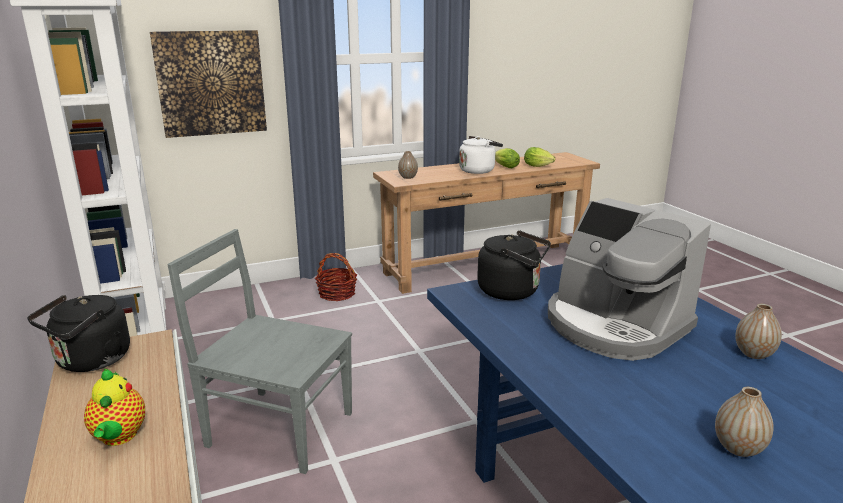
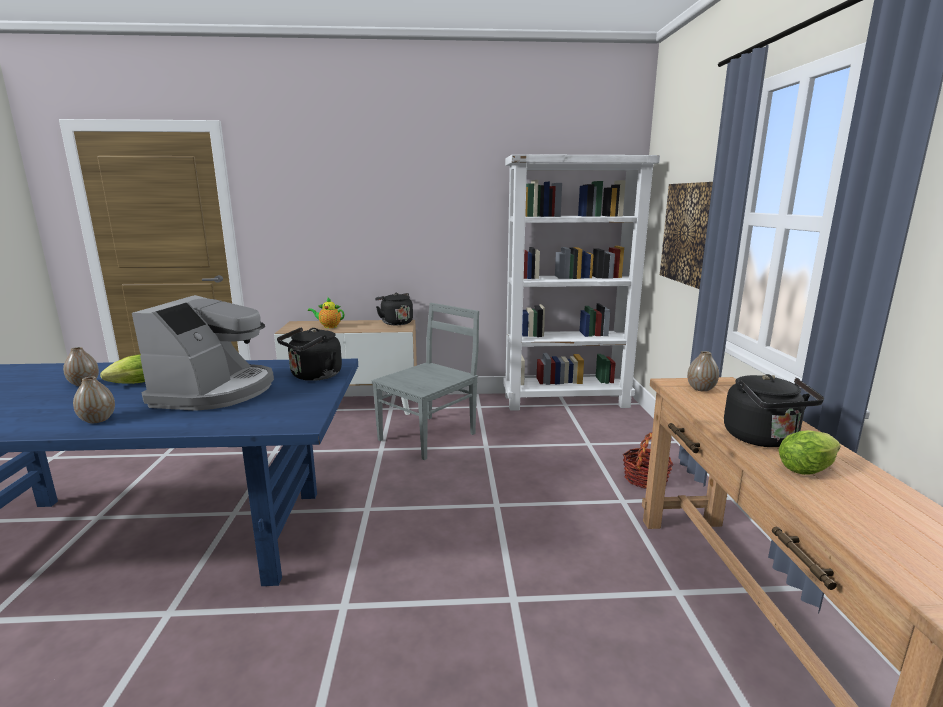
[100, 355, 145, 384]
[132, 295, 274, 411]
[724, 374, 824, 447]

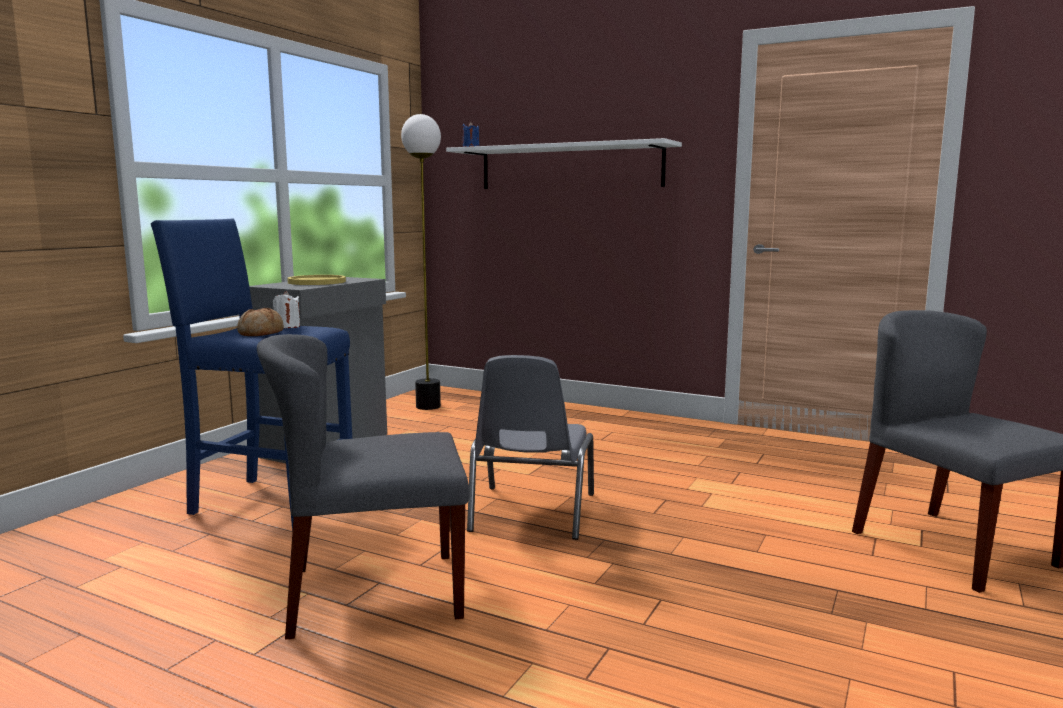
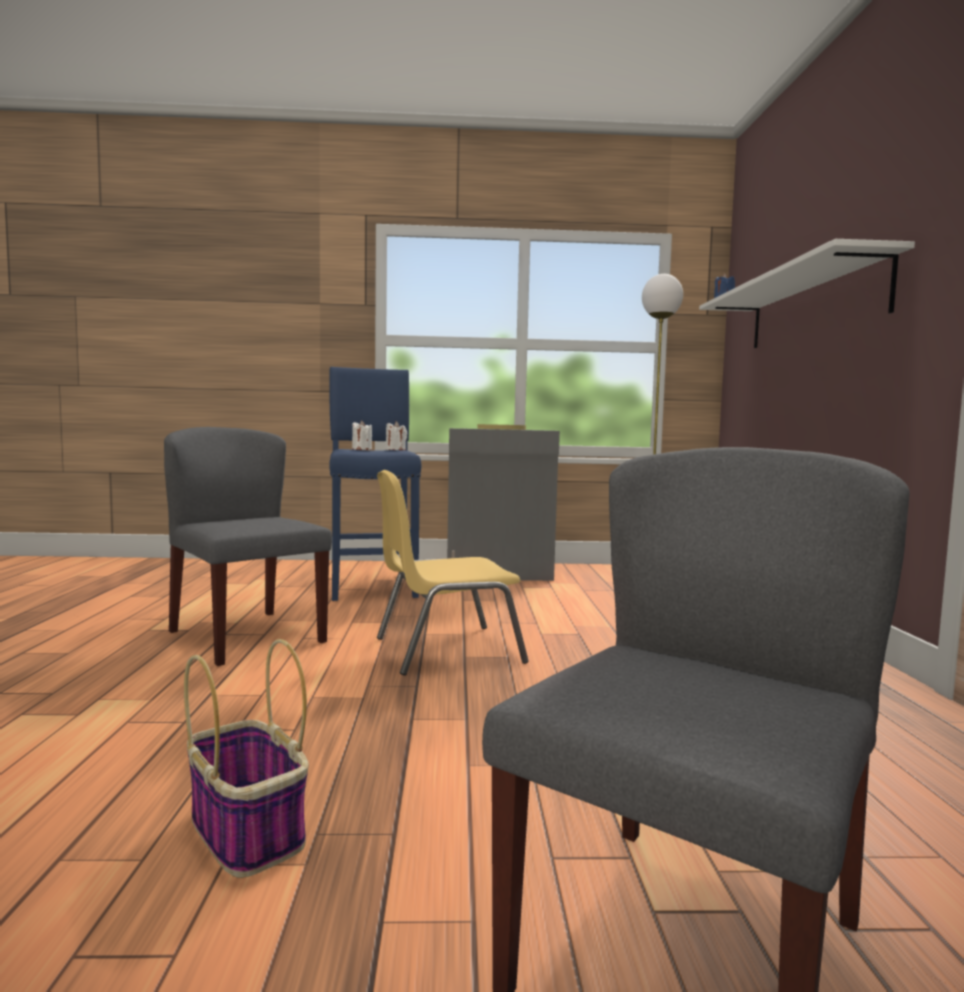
[184, 639, 309, 878]
[352, 420, 372, 450]
[377, 470, 529, 675]

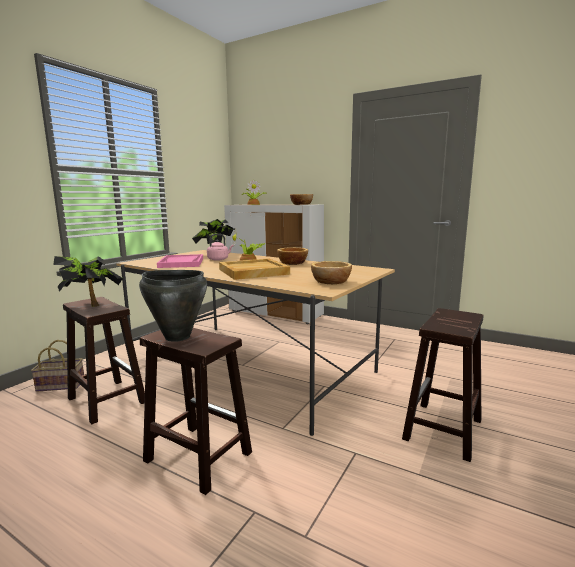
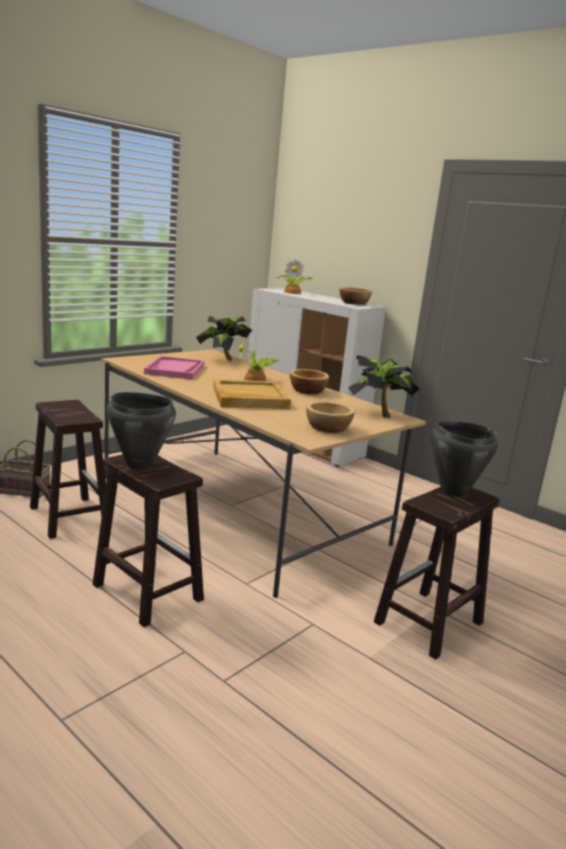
[349, 355, 420, 418]
[431, 421, 498, 497]
[207, 234, 234, 261] (first image)

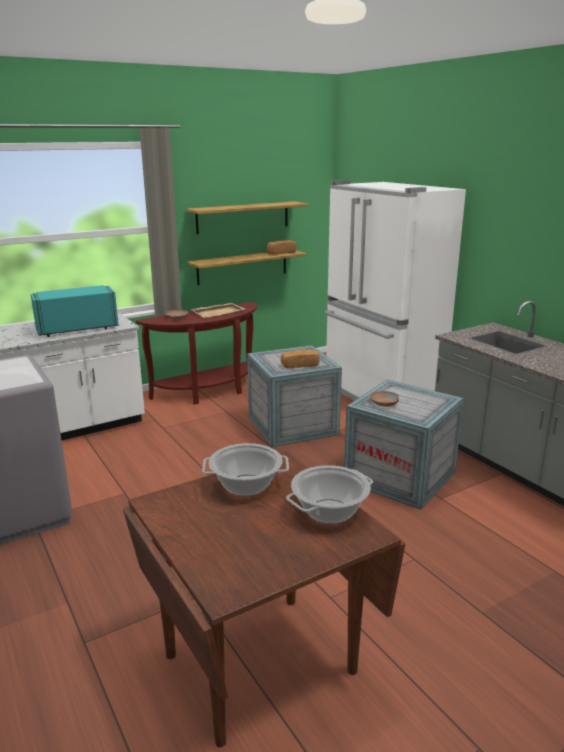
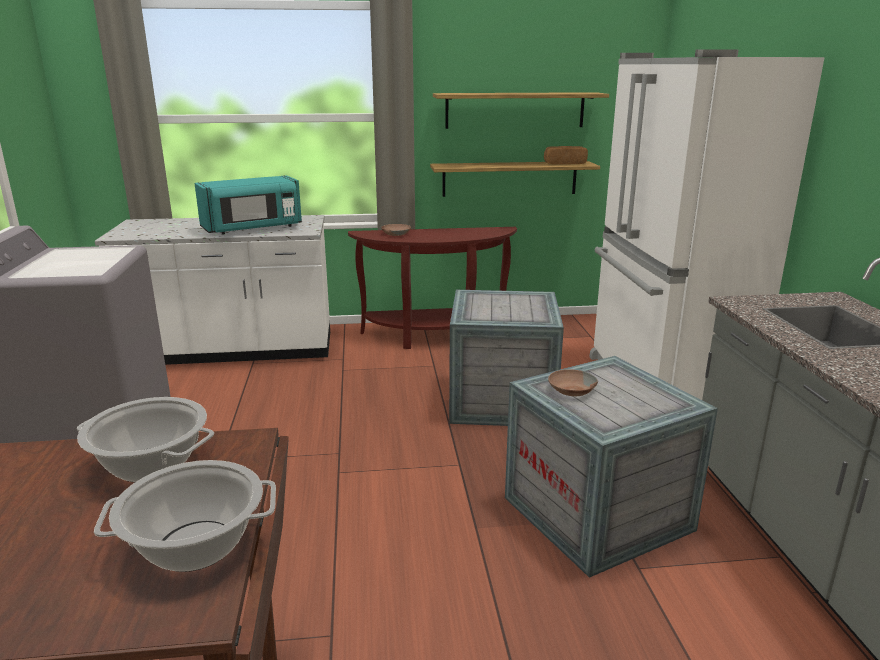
[194, 175, 302, 235]
[191, 303, 245, 318] (first image)
[281, 350, 320, 368] (first image)

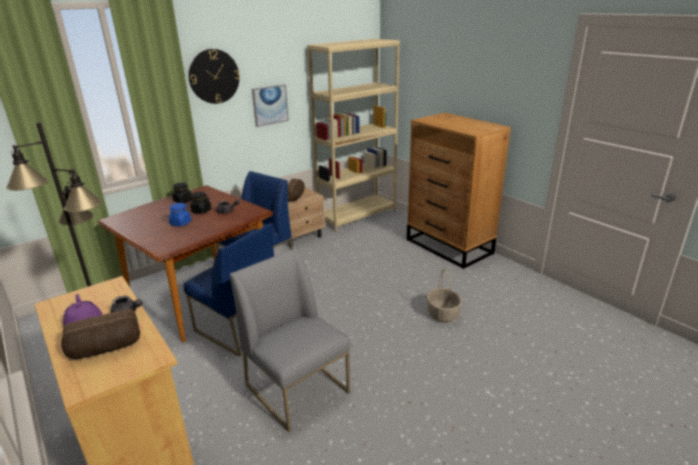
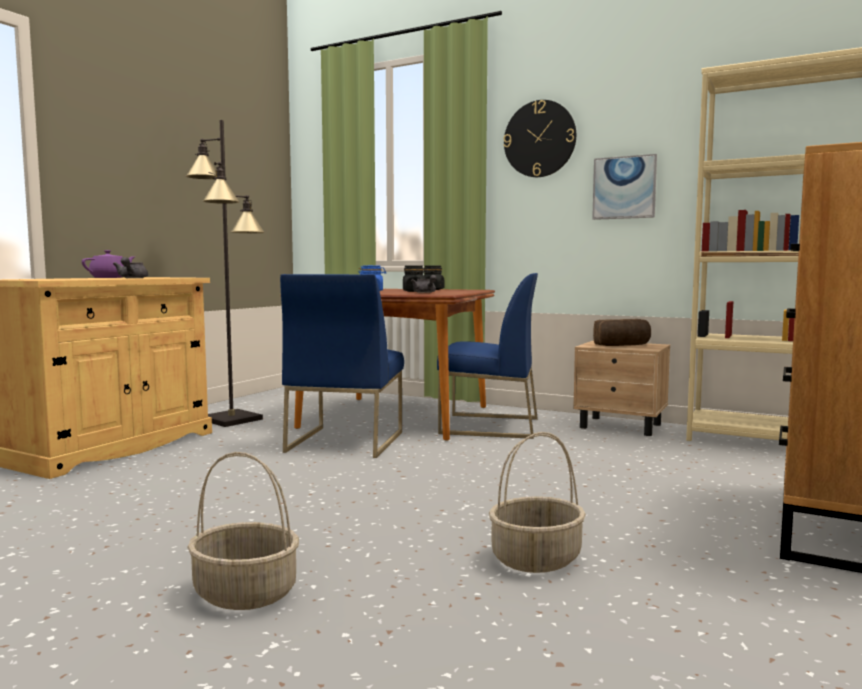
[187, 452, 299, 610]
[61, 309, 140, 359] (first image)
[230, 248, 350, 432] (first image)

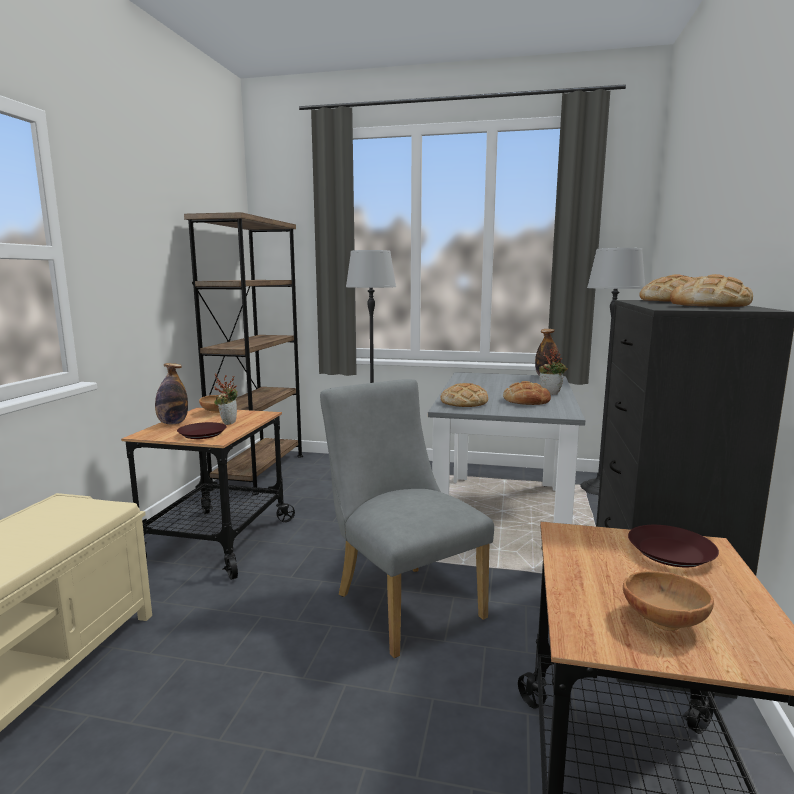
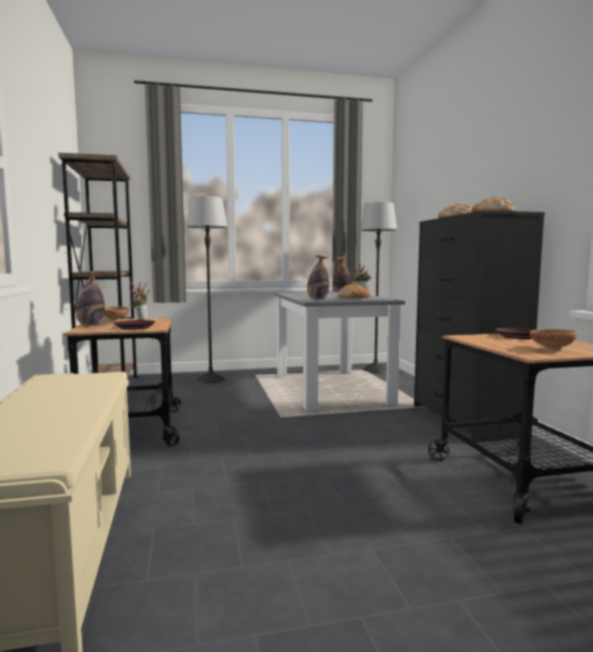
[307, 256, 329, 300]
[320, 379, 494, 658] (first image)

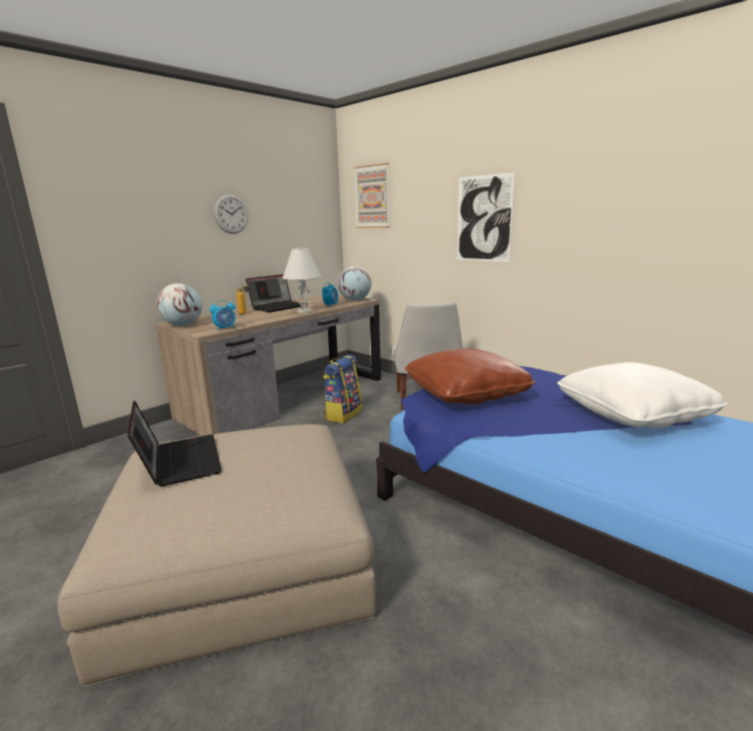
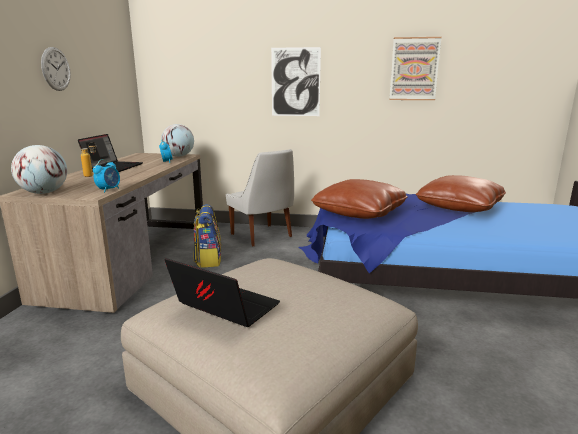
[389, 37, 442, 100]
[416, 175, 506, 212]
[282, 247, 322, 314] (first image)

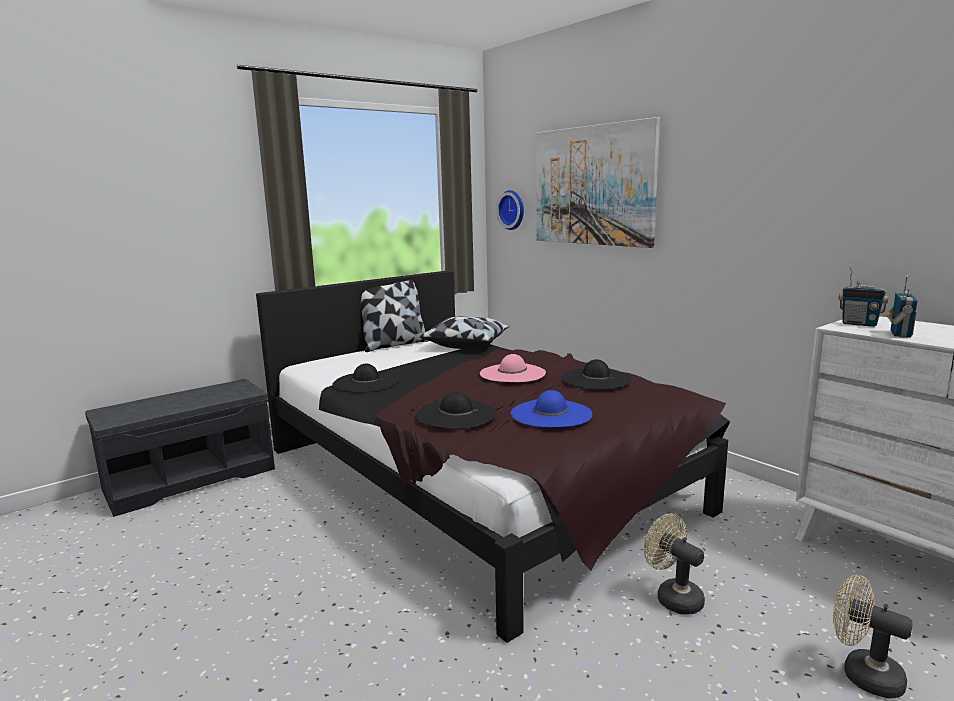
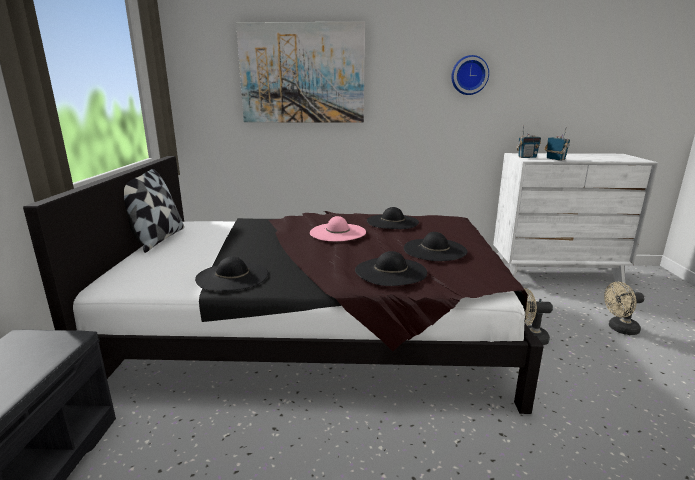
[404, 232, 467, 261]
[451, 55, 489, 95]
[420, 316, 510, 349] (first image)

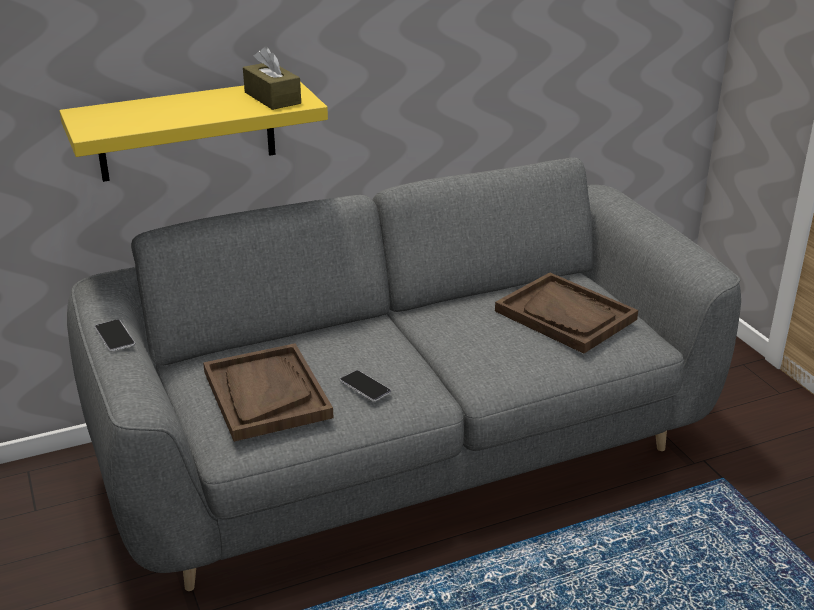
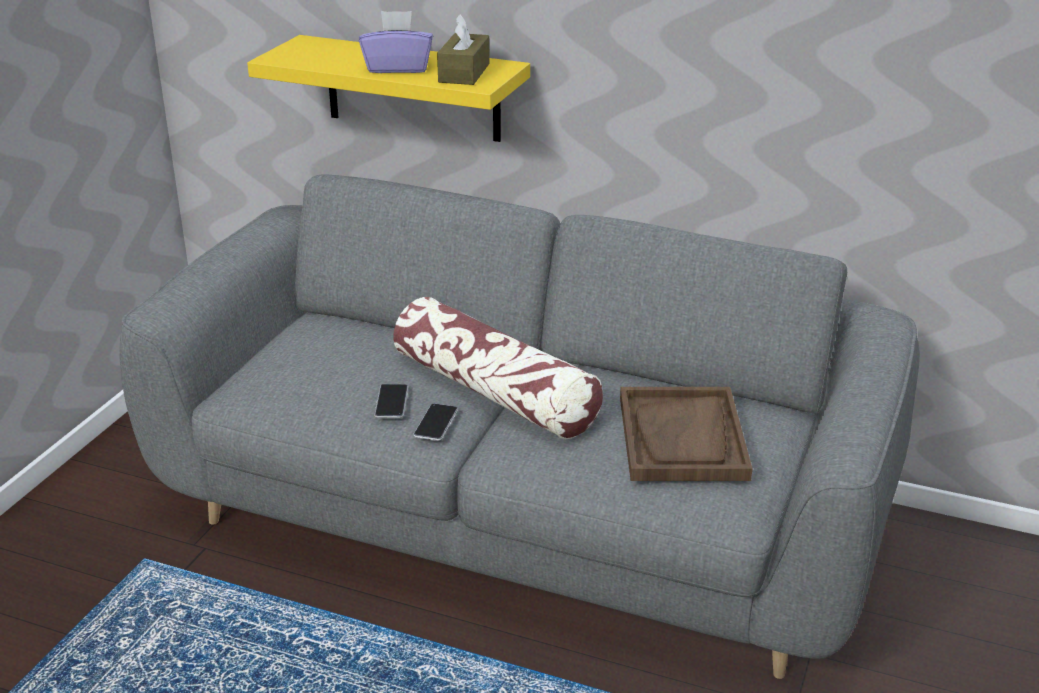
[359, 11, 433, 73]
[393, 297, 603, 439]
[413, 404, 458, 441]
[203, 343, 334, 442] (first image)

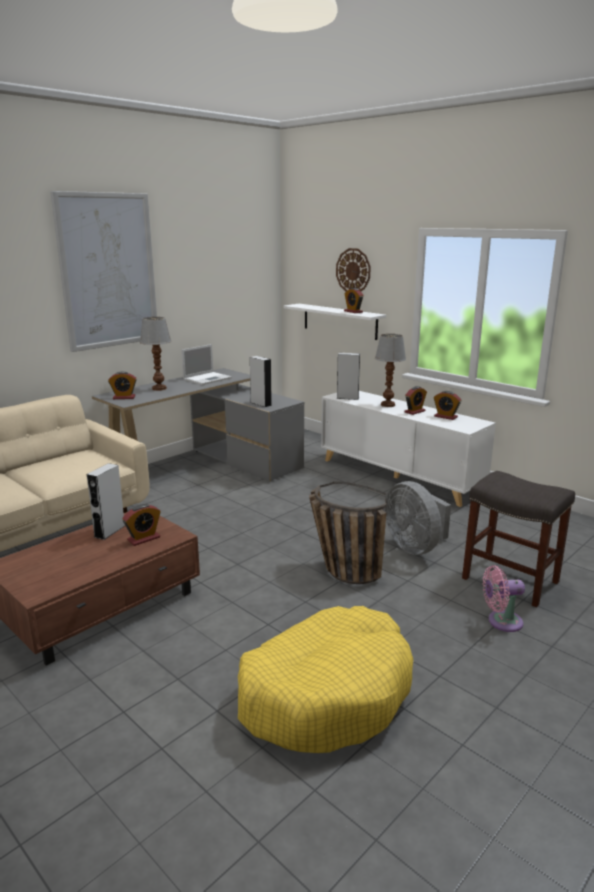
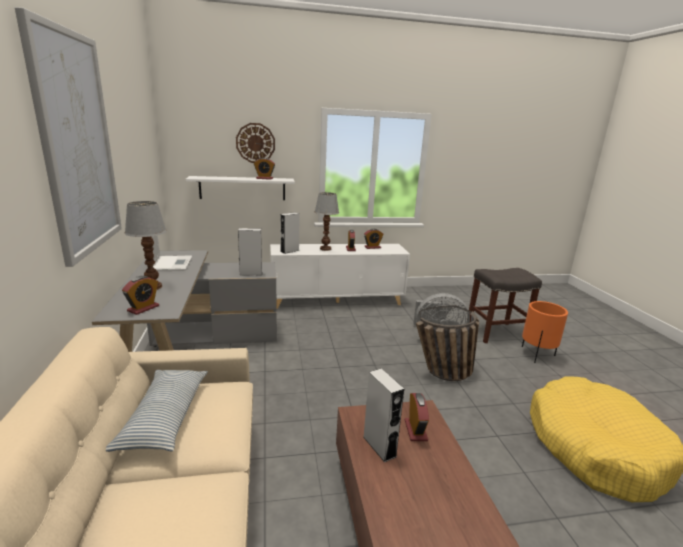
[106, 370, 208, 452]
[522, 301, 568, 363]

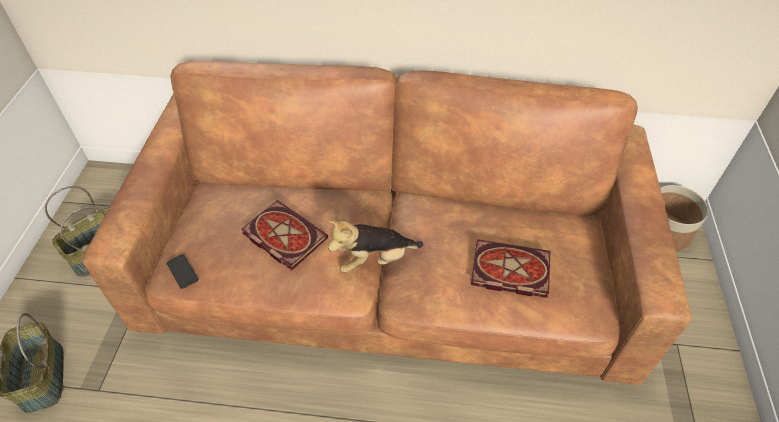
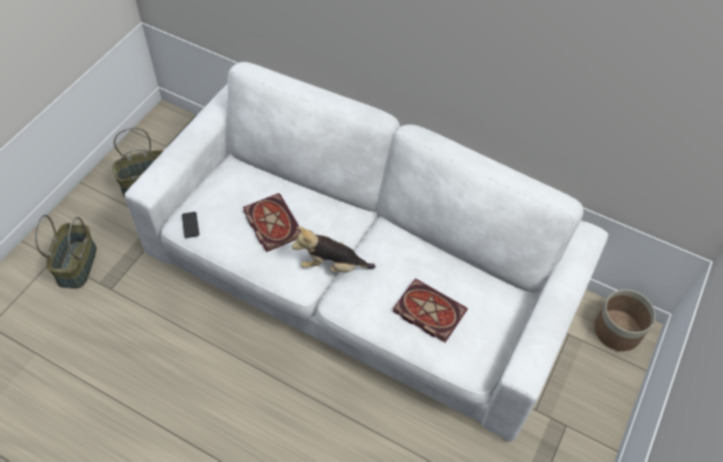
[124, 62, 608, 442]

